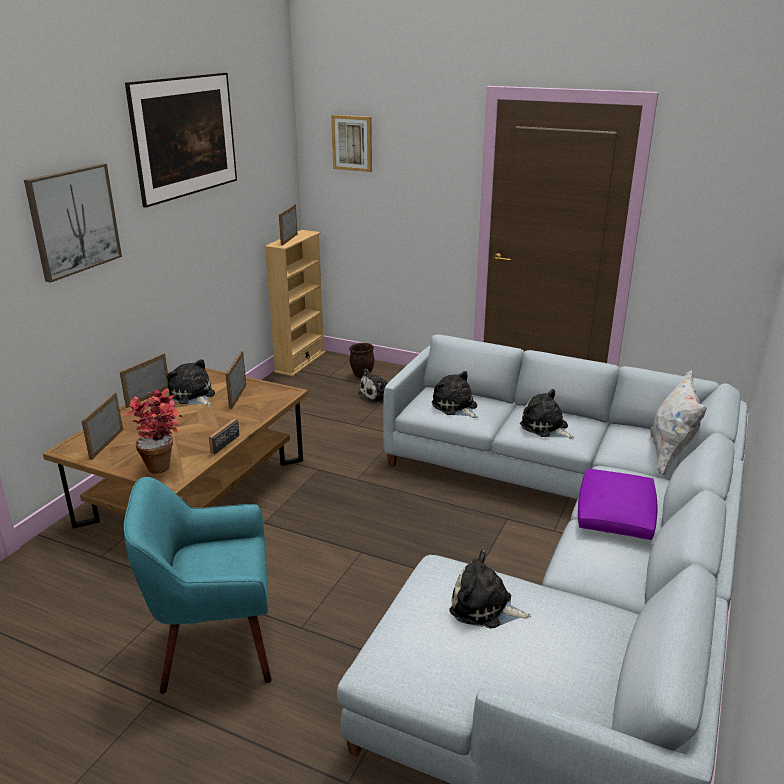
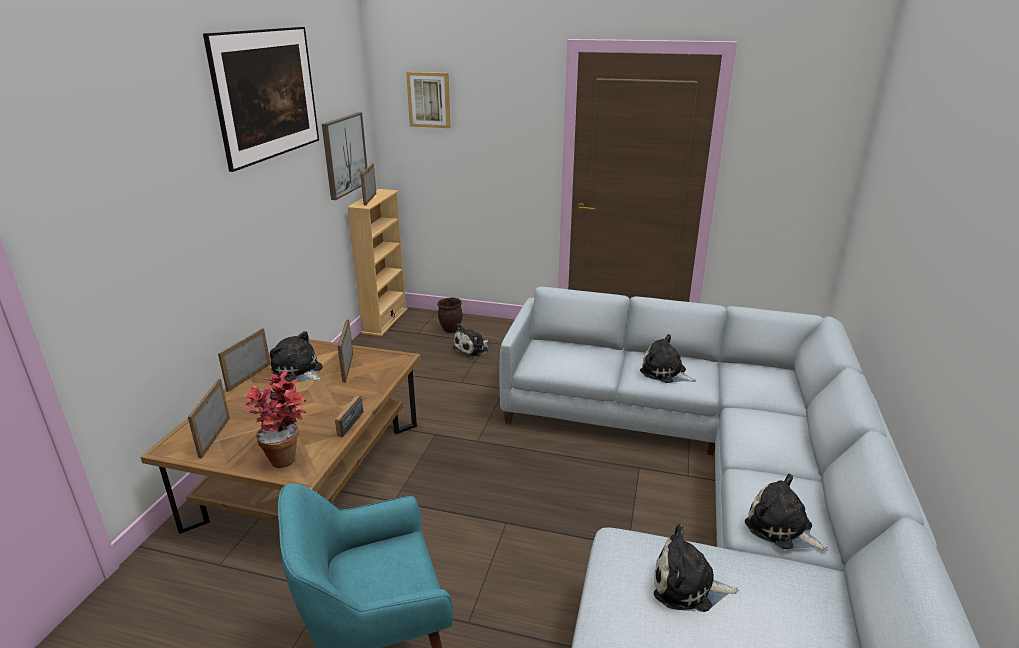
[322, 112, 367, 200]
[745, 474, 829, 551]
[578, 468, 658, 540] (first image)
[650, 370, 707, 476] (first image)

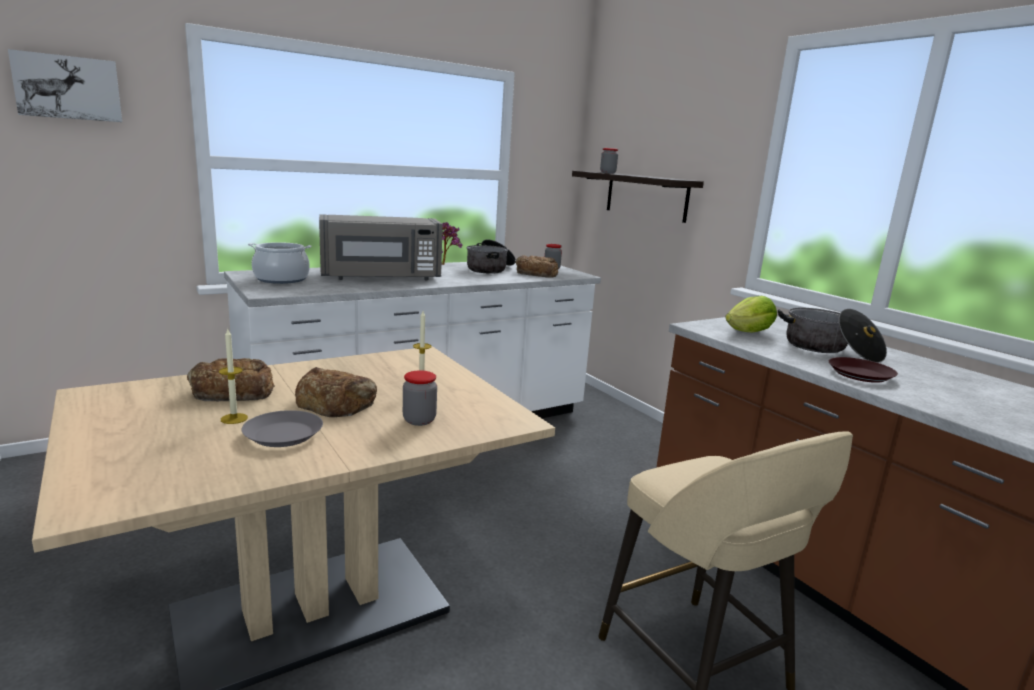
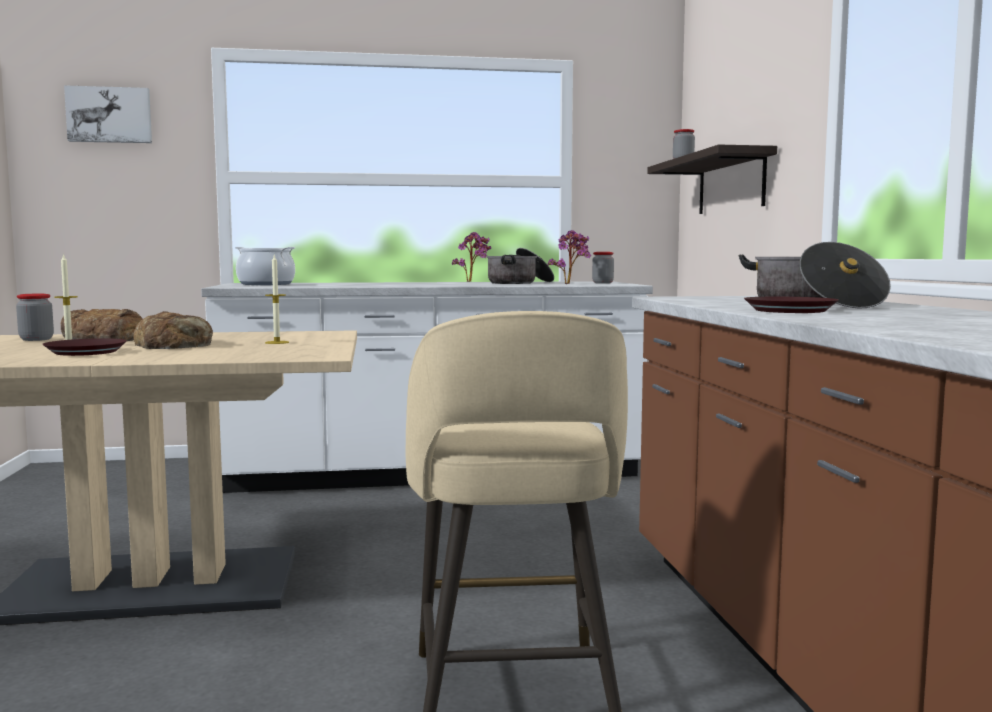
[16, 294, 54, 341]
[42, 338, 127, 356]
[547, 230, 591, 284]
[319, 214, 443, 280] (first image)
[725, 296, 777, 333] (first image)

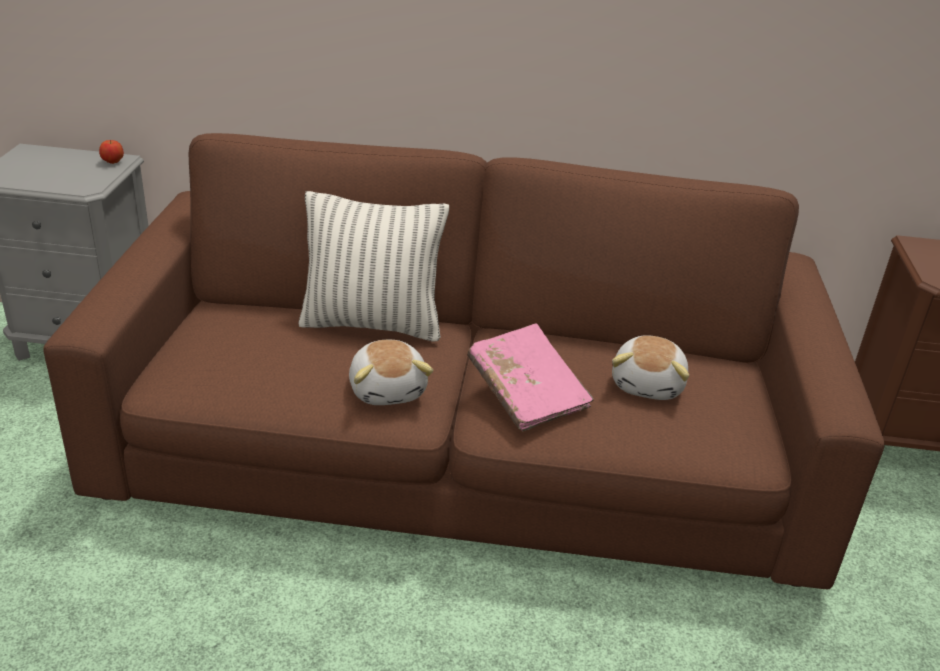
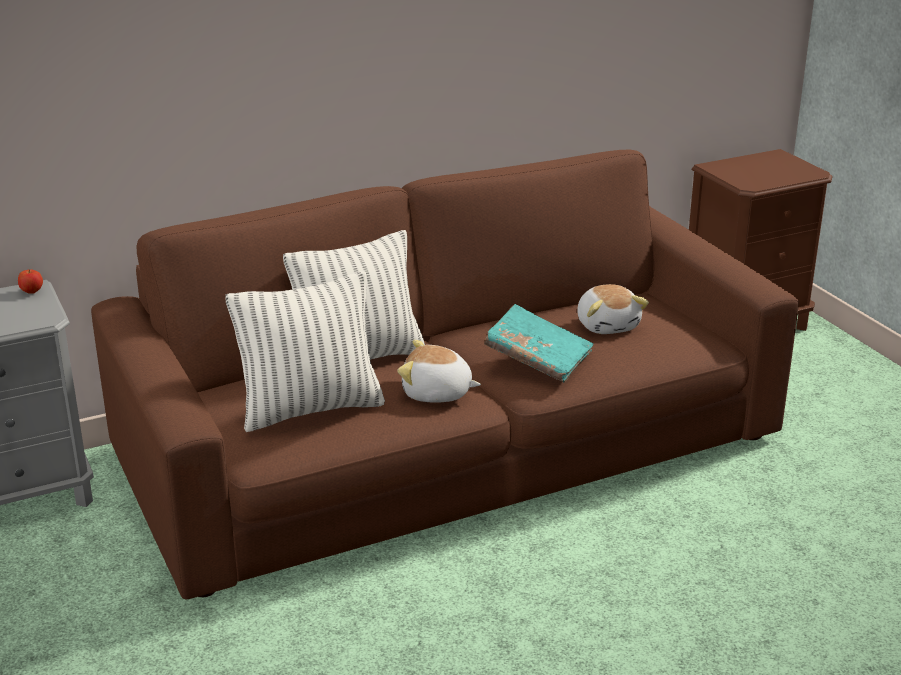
[225, 271, 385, 432]
[397, 340, 481, 403]
[484, 304, 593, 383]

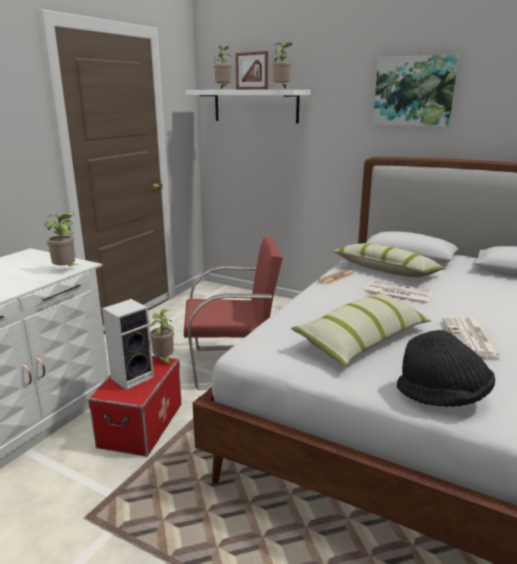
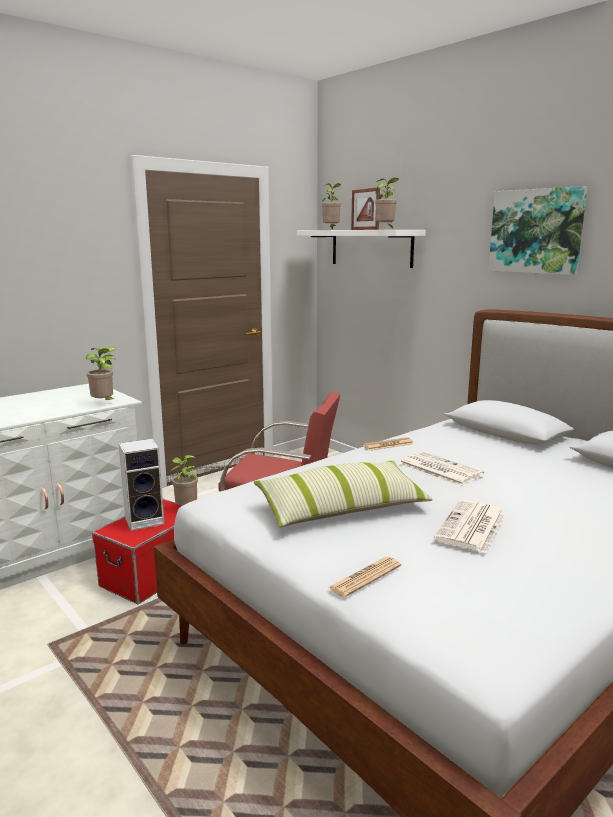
[328, 557, 401, 597]
[333, 243, 445, 277] (first image)

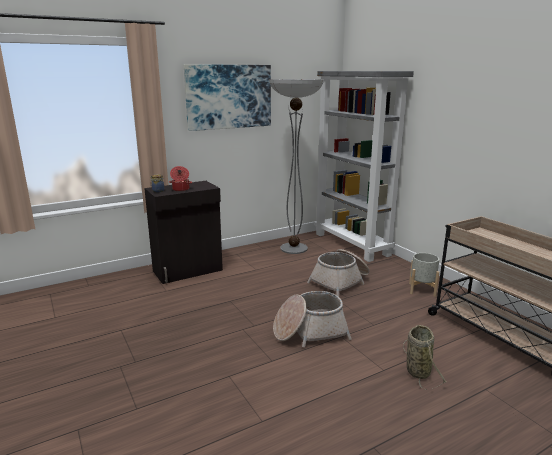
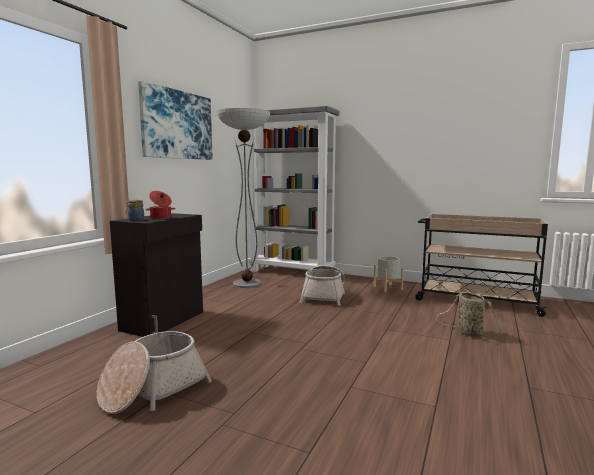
[97, 331, 212, 414]

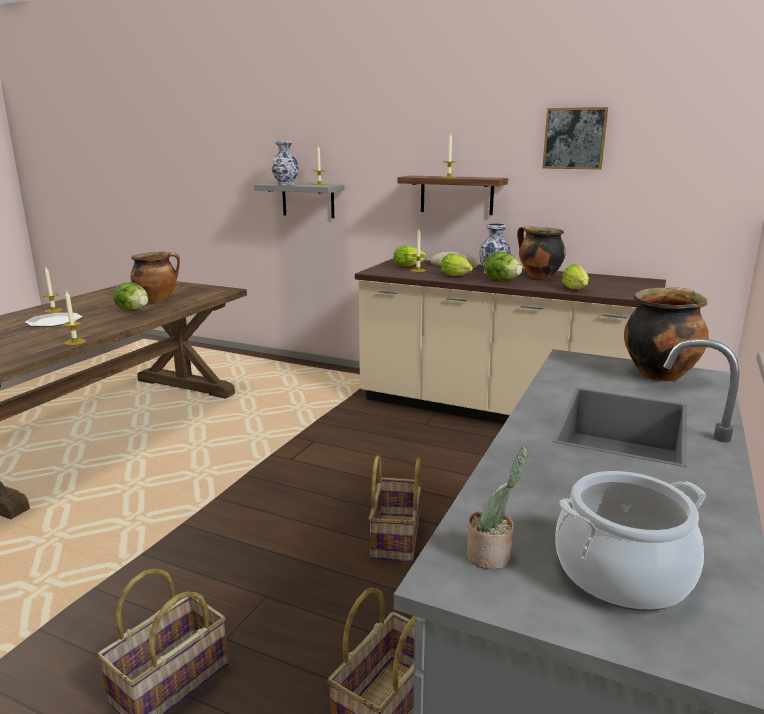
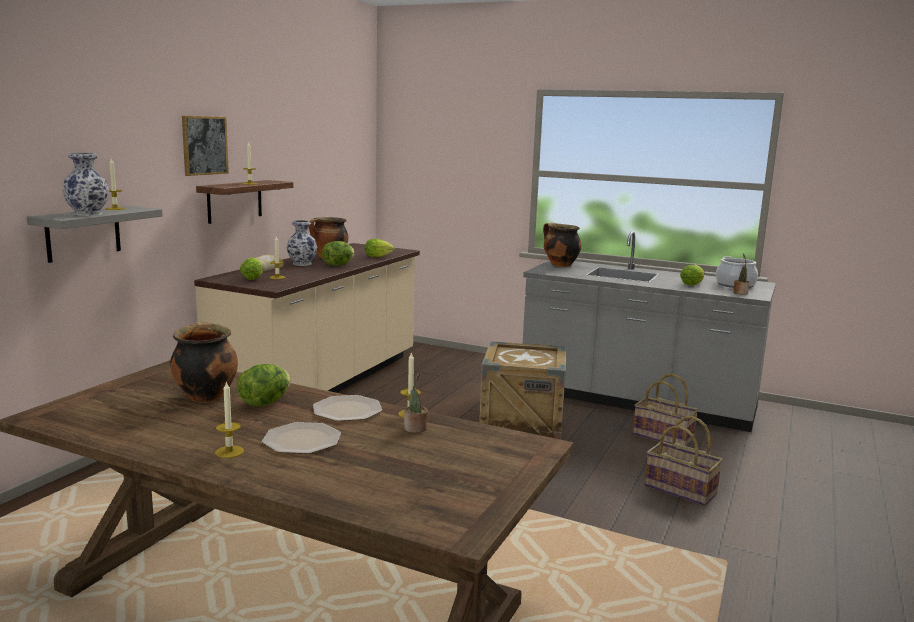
[182, 116, 229, 176]
[313, 395, 382, 421]
[404, 372, 428, 433]
[479, 341, 566, 440]
[680, 265, 705, 285]

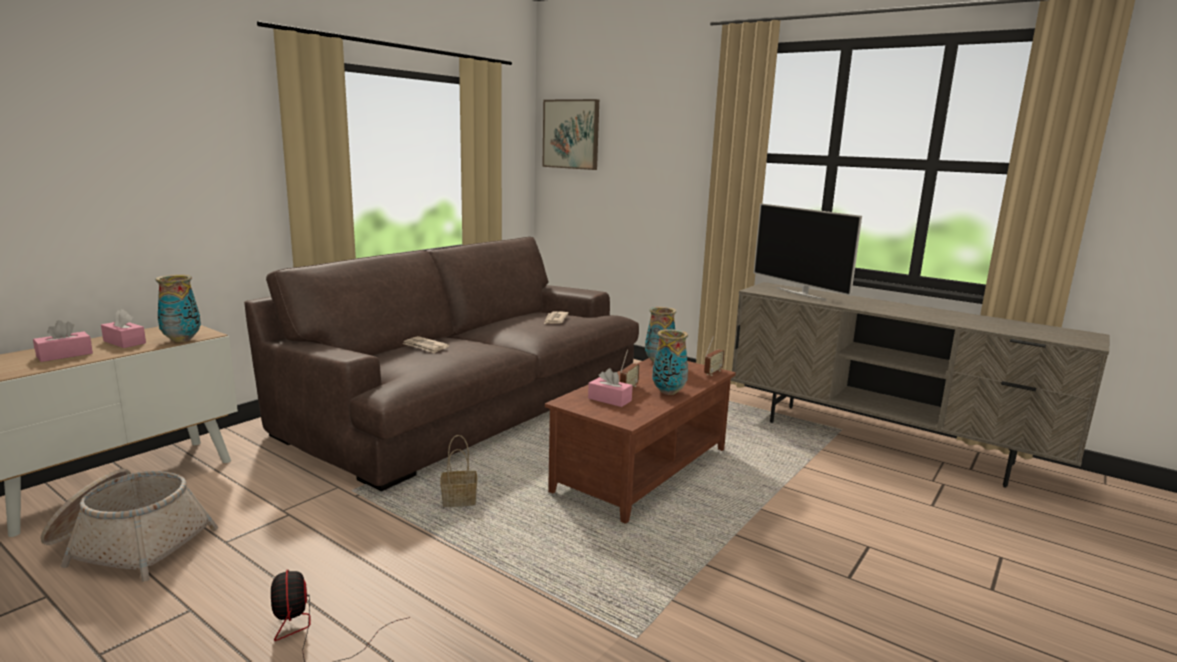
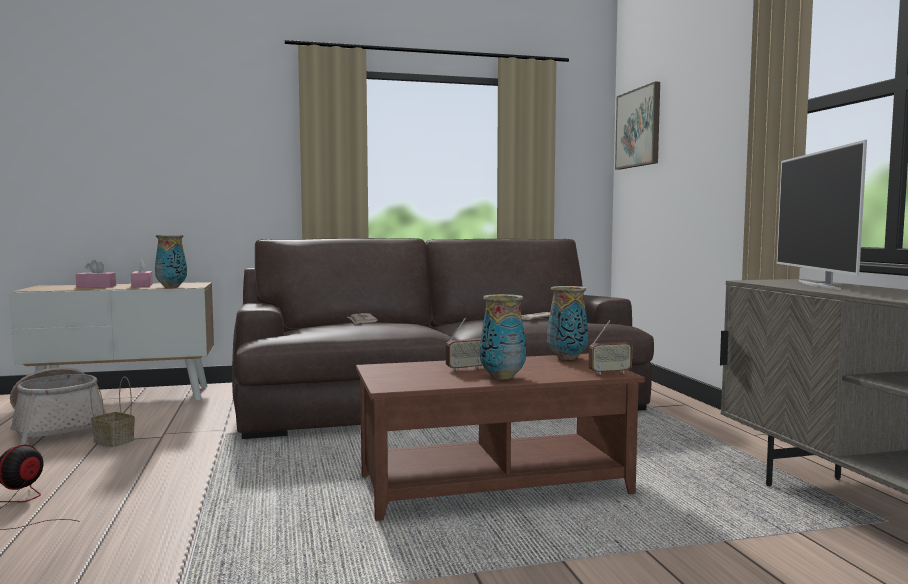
[90, 376, 135, 447]
[588, 368, 633, 407] (first image)

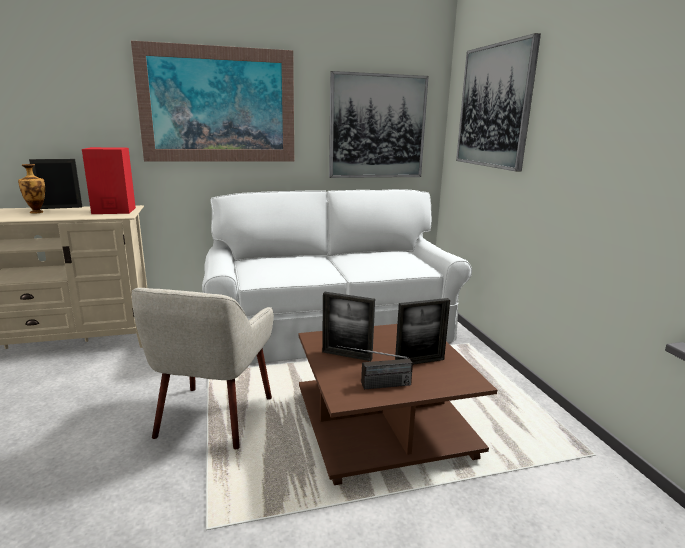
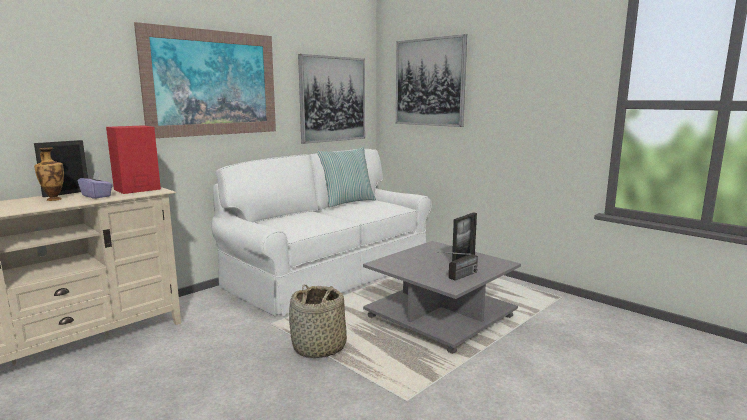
[78, 171, 113, 199]
[289, 284, 347, 358]
[317, 147, 376, 208]
[363, 241, 521, 354]
[322, 292, 375, 361] (first image)

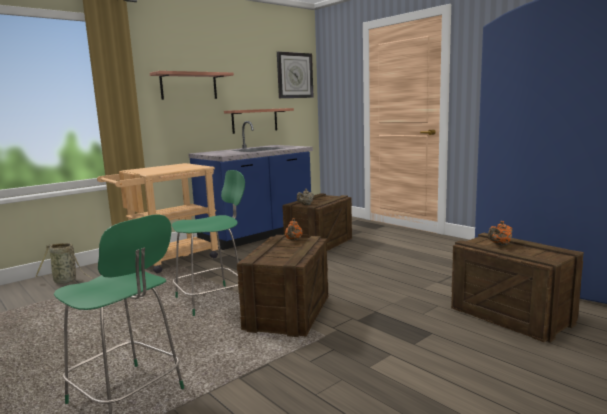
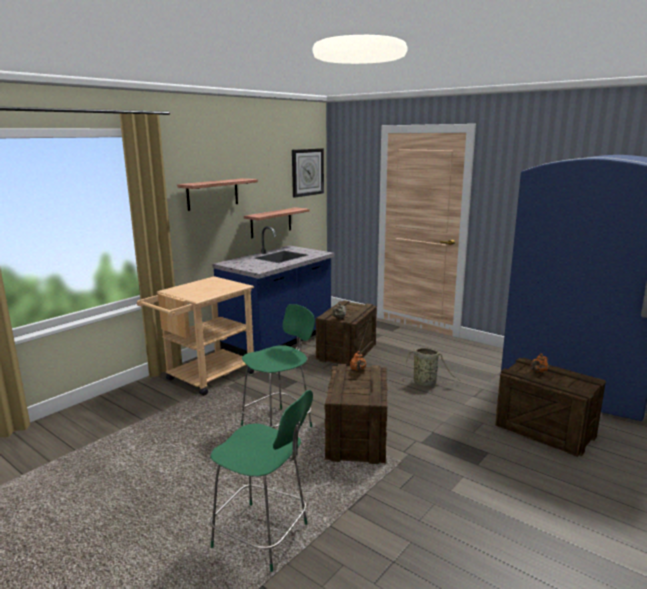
[400, 348, 461, 386]

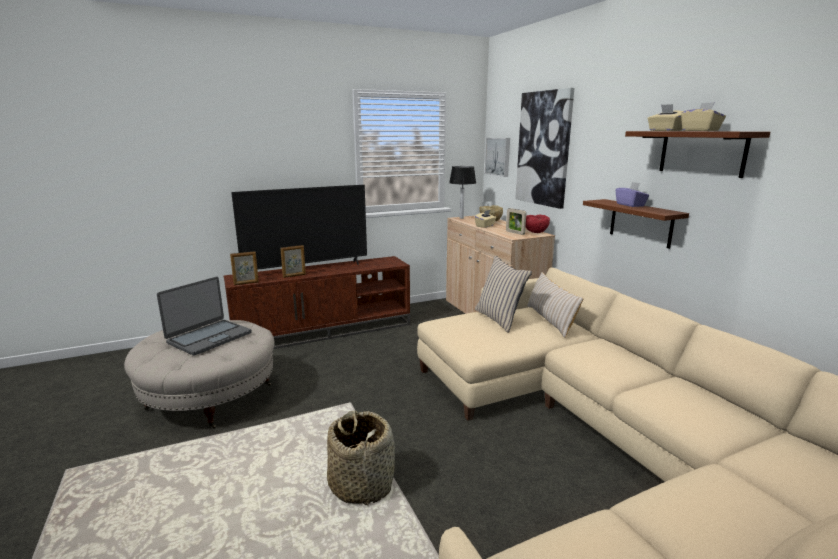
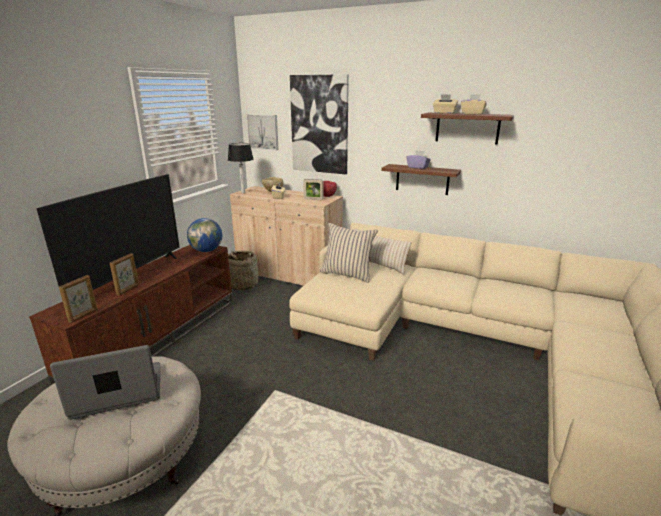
[50, 345, 160, 420]
[187, 218, 222, 252]
[228, 250, 258, 291]

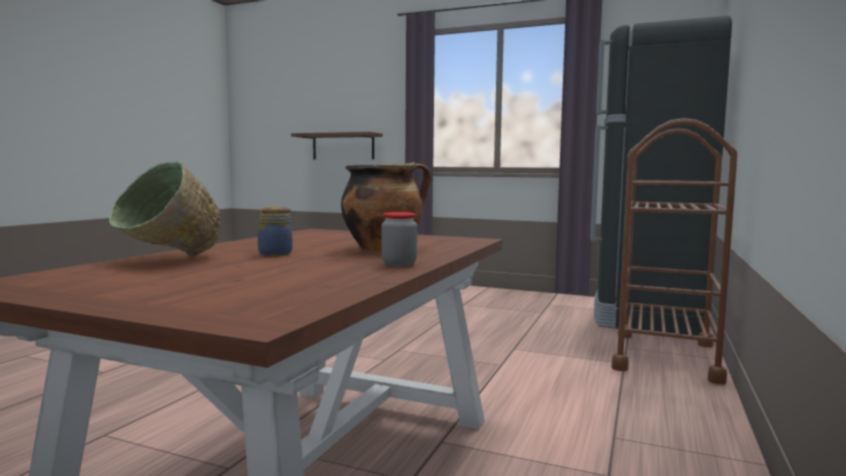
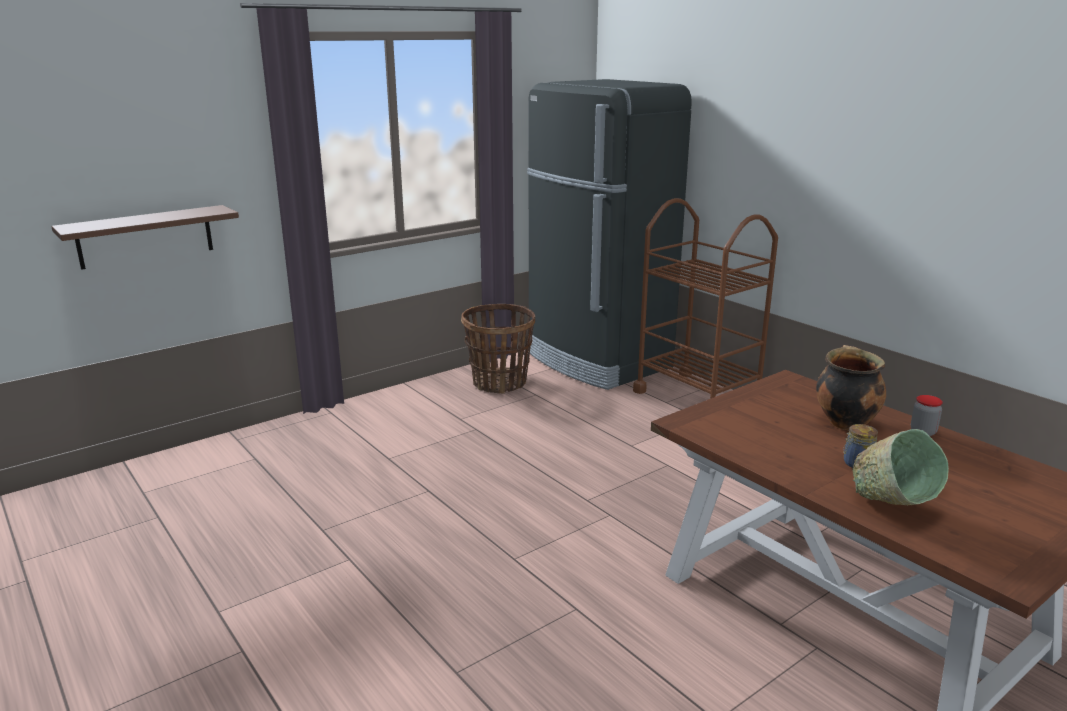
[461, 304, 535, 394]

